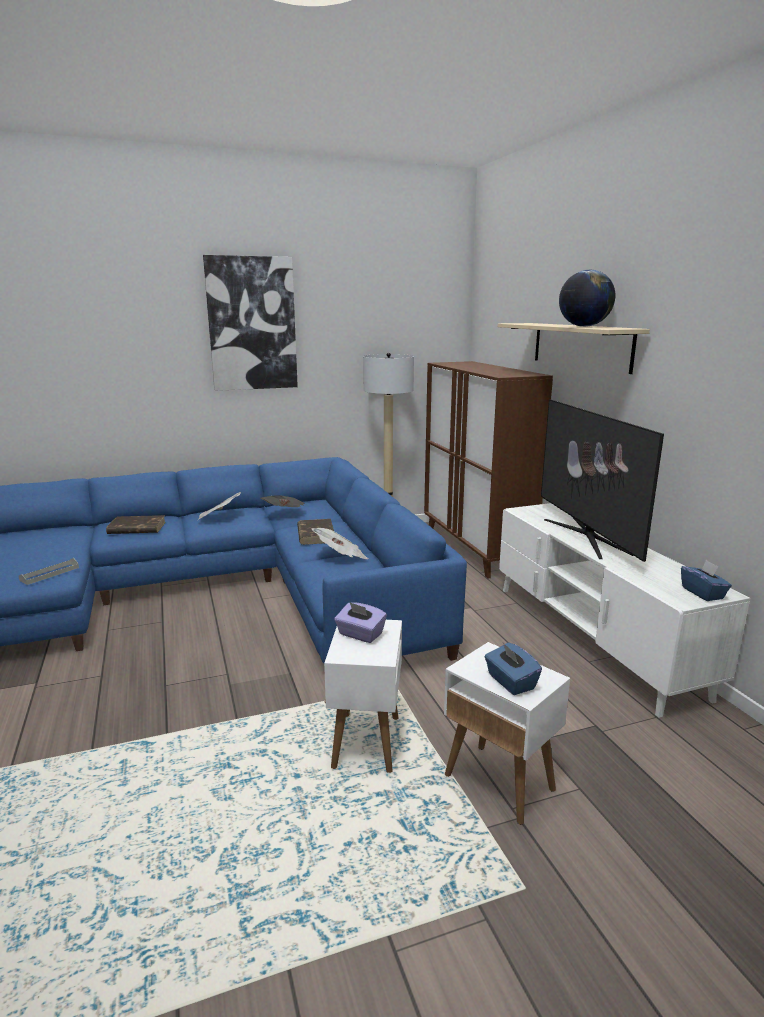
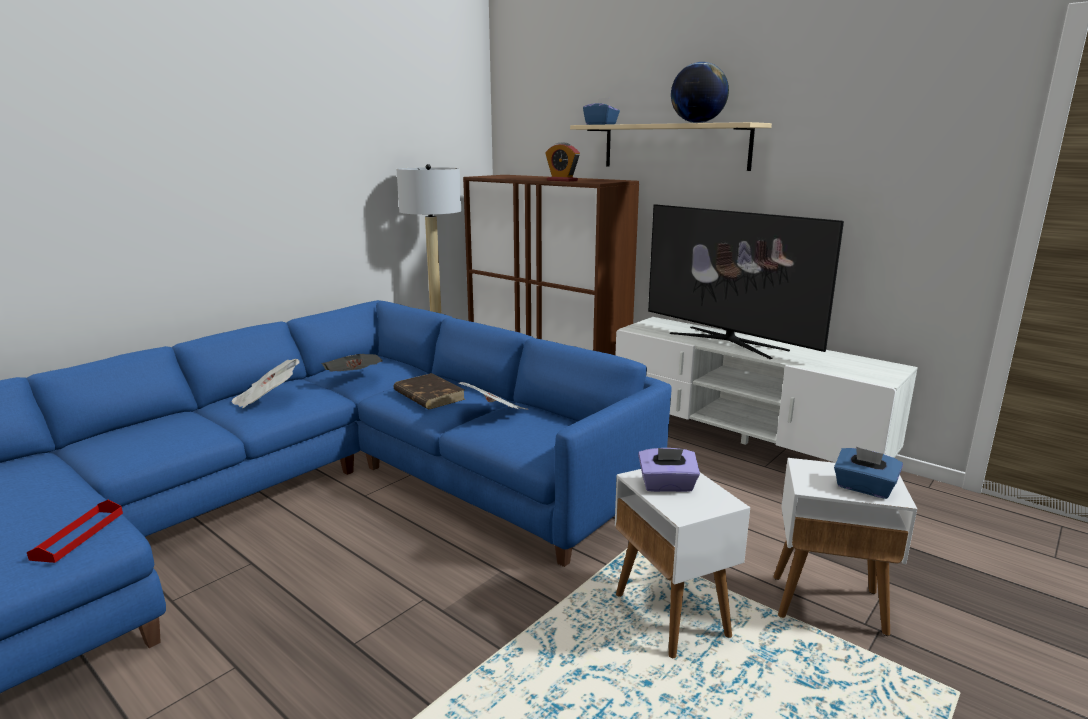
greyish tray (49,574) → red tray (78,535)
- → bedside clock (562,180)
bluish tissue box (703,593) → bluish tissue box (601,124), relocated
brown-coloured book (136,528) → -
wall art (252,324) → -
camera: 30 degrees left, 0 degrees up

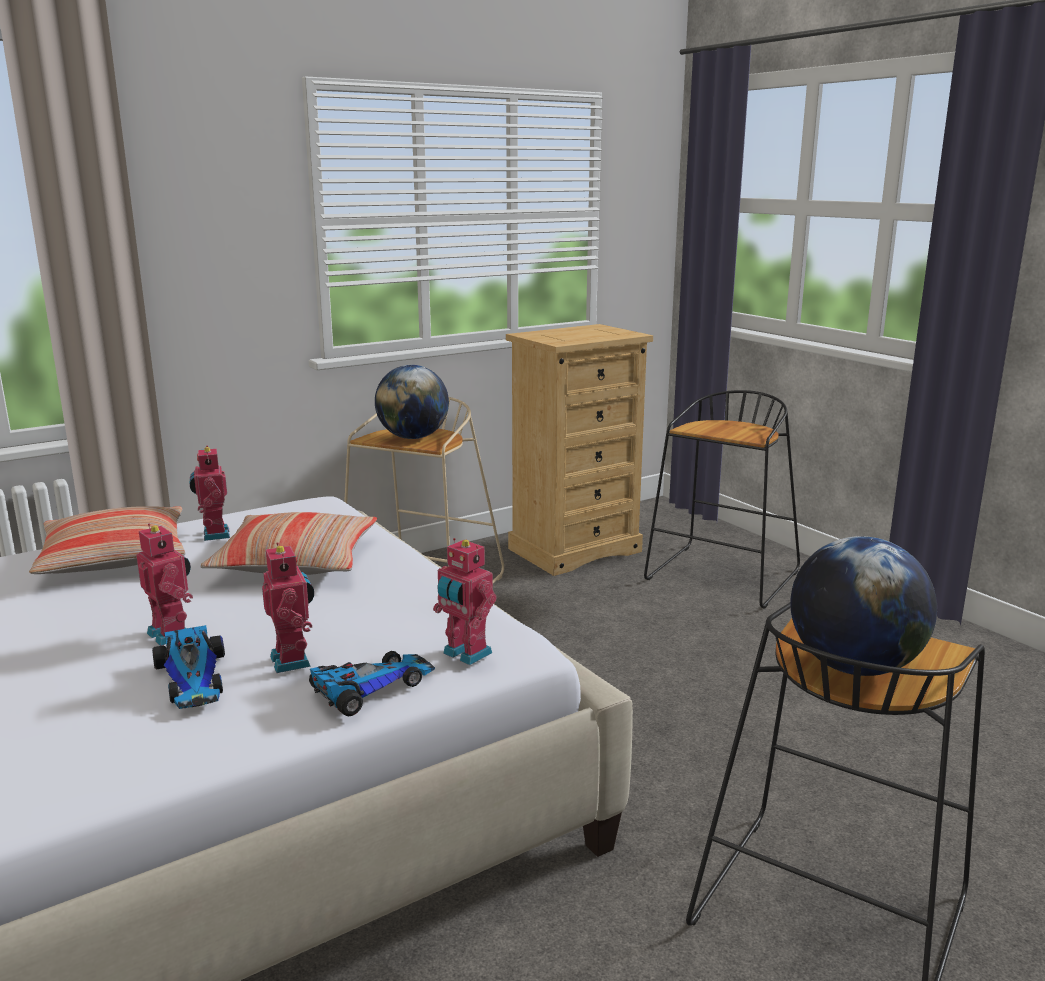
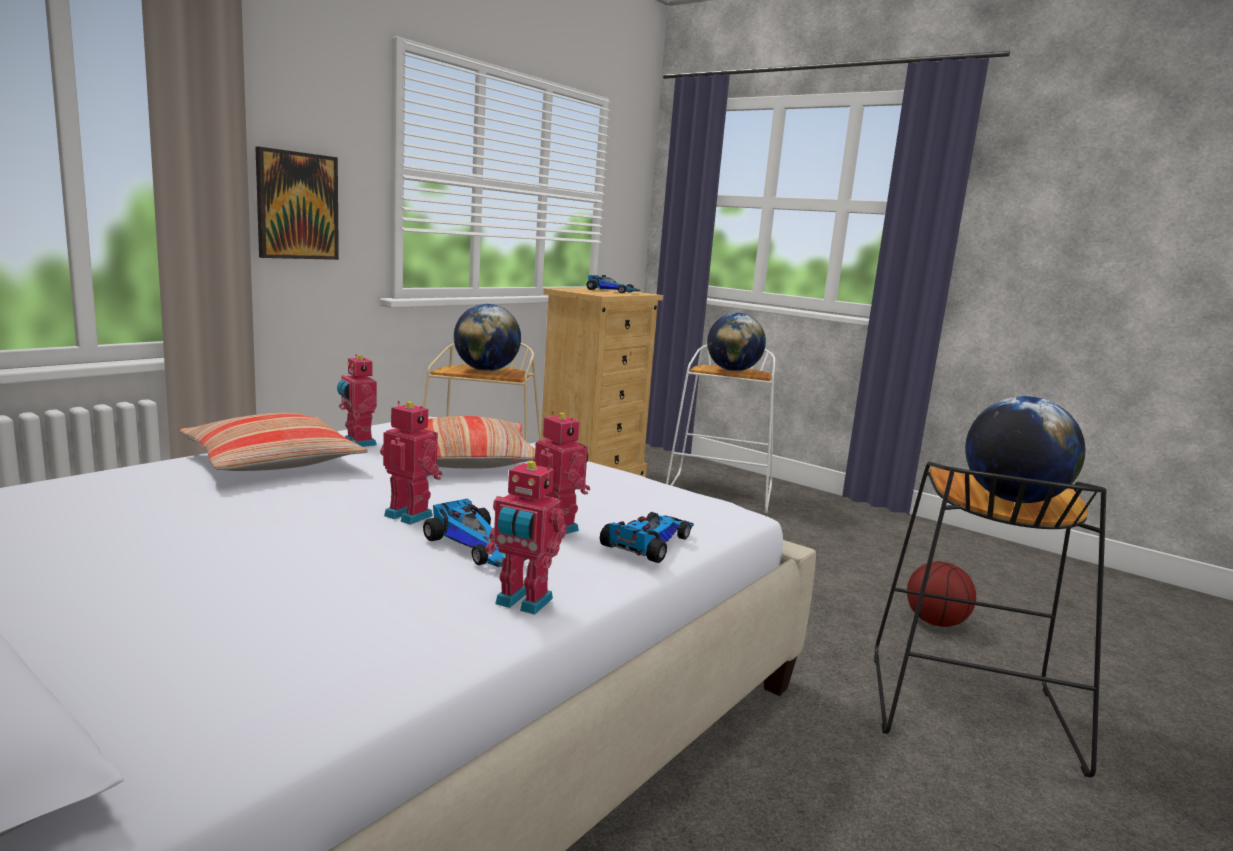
- → wall art (297,206)
model robot (465,654) → model robot (522,603), relocated
- → model car (612,291)
black-coloured stool seat (723,577) → white stool seat (720,493)
- → desk globe (733,370)
- → basketball ball (935,622)
camera: 20 degrees left, 5 degrees down

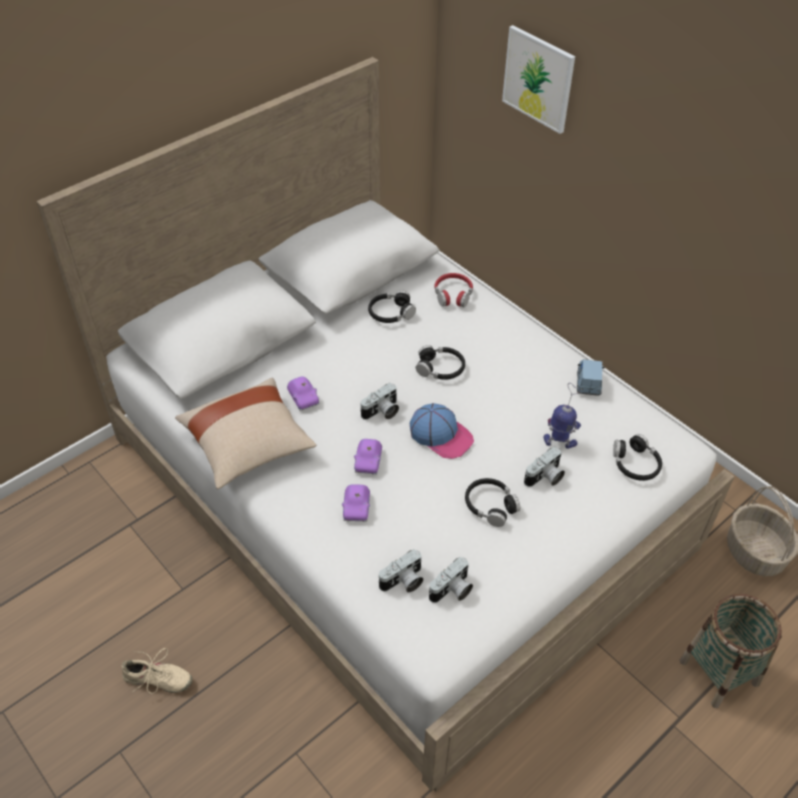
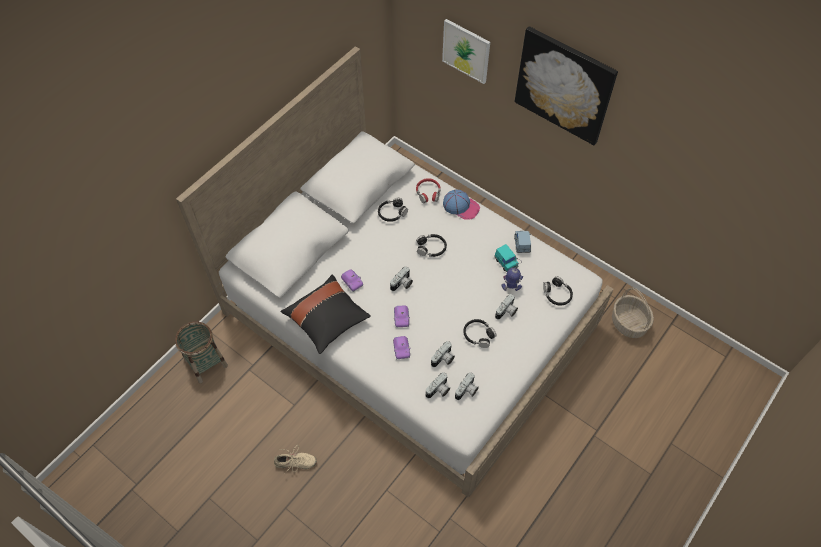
household basket (719,672) → household basket (206,363), relocated
beige-coloured throw pillow (248,445) → black-coloured throw pillow (327,320)
- → photo camera (443,359)
peaked cap (441,435) → peaked cap (461,207), relocated
- → turquoise model car (506,262)
- → wall art (564,85)
camera: 10 degrees left, 10 degrees up

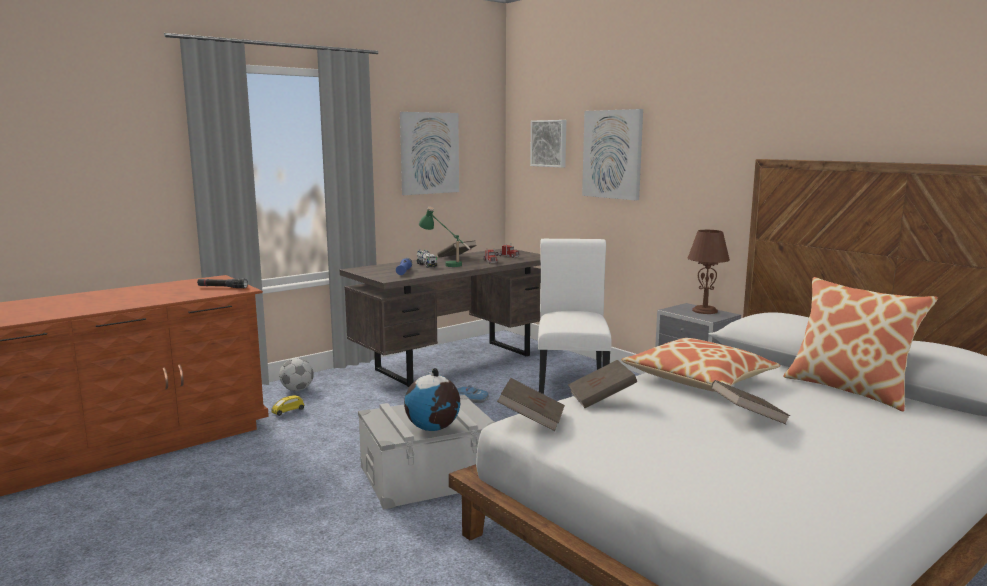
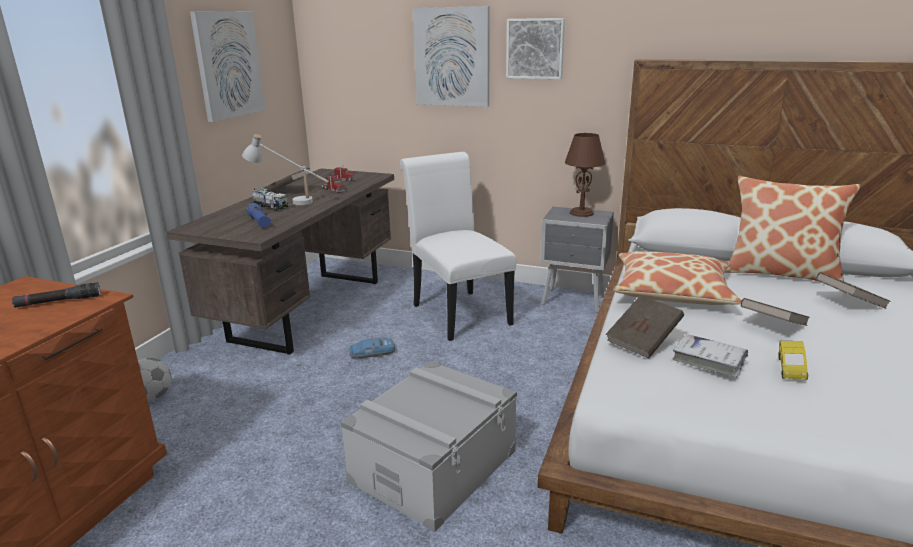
green lamp for a table (445,264) → white lamp for a table (289,201)
wall art (549,143) → wall art (535,48), relocated
- → white book (709,360)
yellow-coloured model car (288,412) → yellow-coloured model car (789,370), relocated
brown-coloured book (531,419) → brown-coloured book (848,303), relocated
desk globe (433,428) → -
camera: 30 degrees left, 10 degrees up

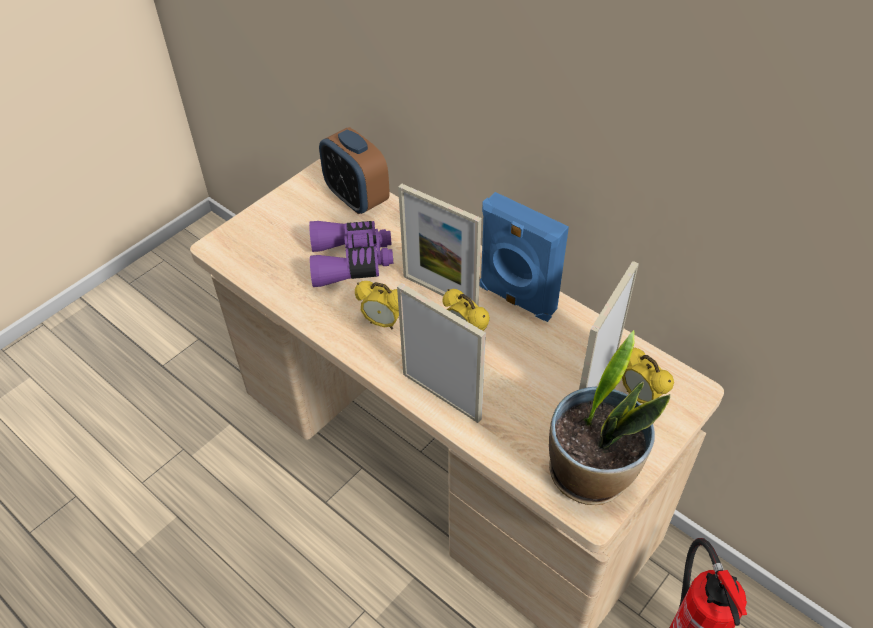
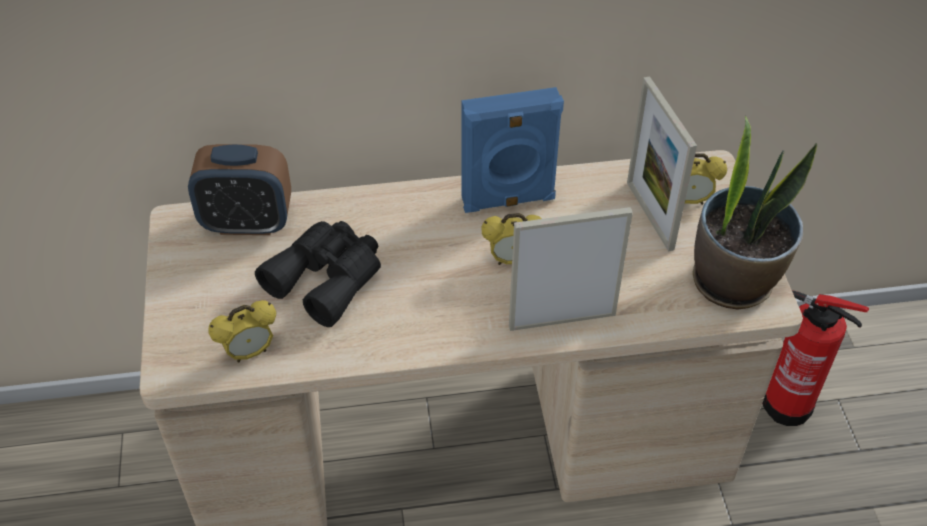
bedside clock (383,323) → bedside clock (250,352), relocated
purplish binoculars (351,261) → black-coloured binoculars (327,279)
standing frame (440,292) → -
camera: 50 degrees left, 0 degrees up

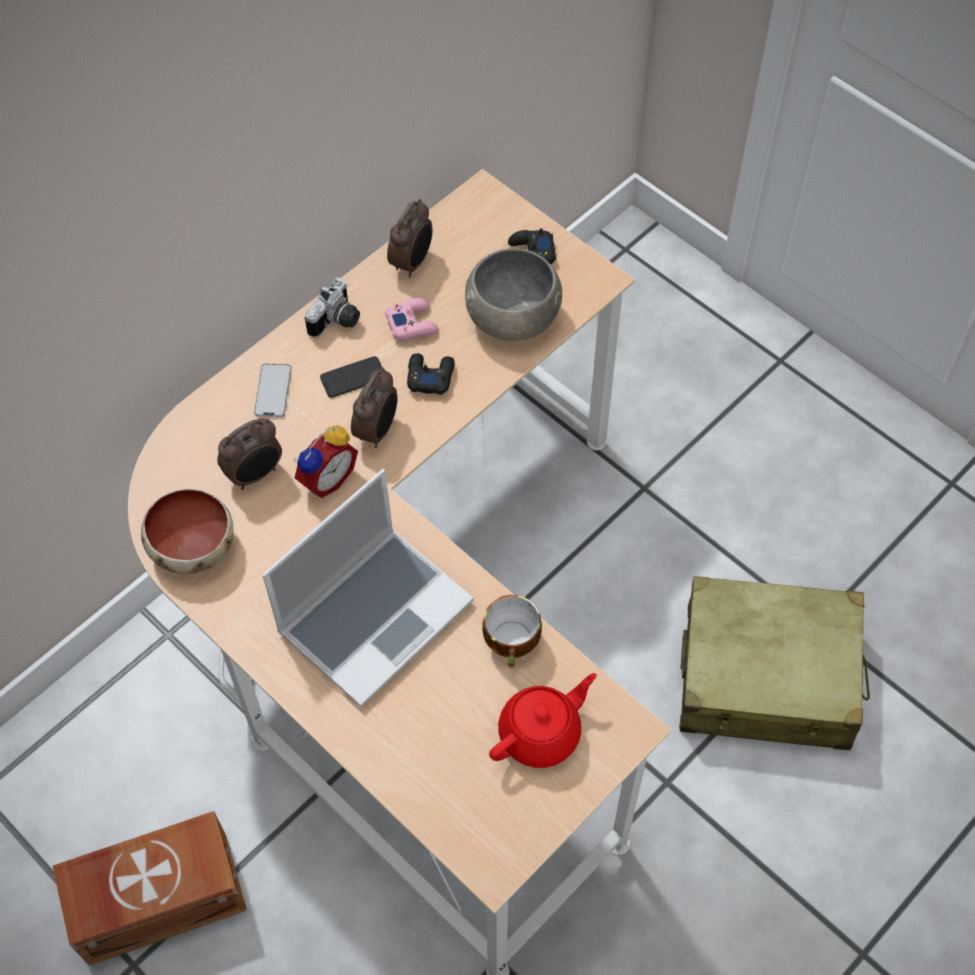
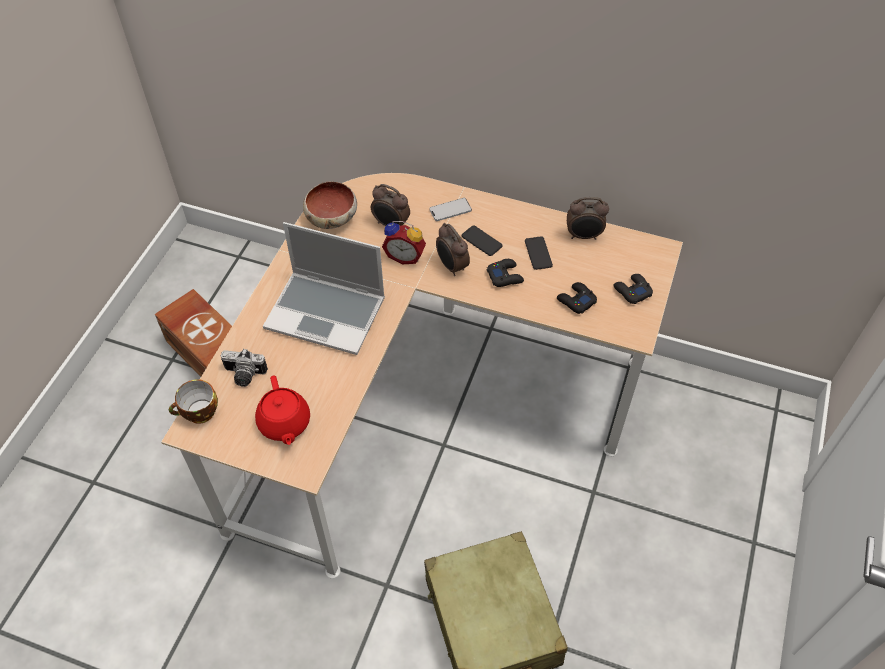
cup (513,643) → cup (199,413), relocated
photo camera (337,321) → photo camera (244,375), relocated
red teapot (541,733) → red teapot (284,423), 45 degrees clockwise
bedside clock (378,430) → bedside clock (451,266), 60 degrees clockwise
pink joypad (412,323) → telephone (538,253)
greyish serving bowl (513,318) → black-coloured joypad (576,301)
camera: 65 degrees right, 5 degrees down

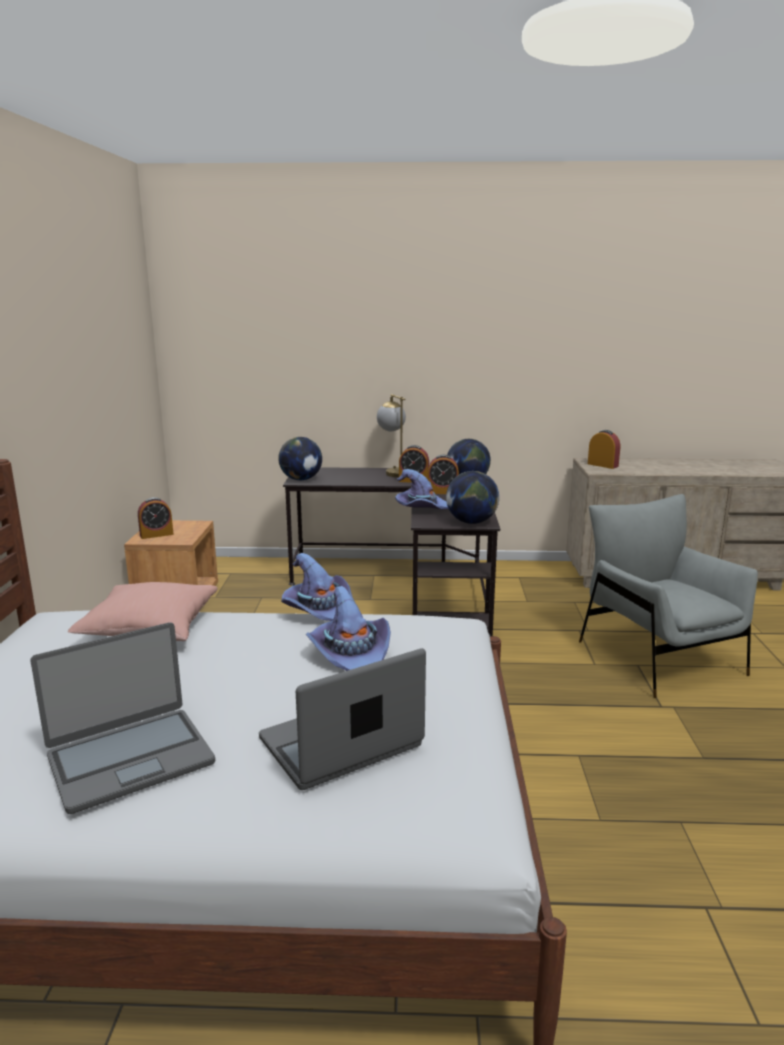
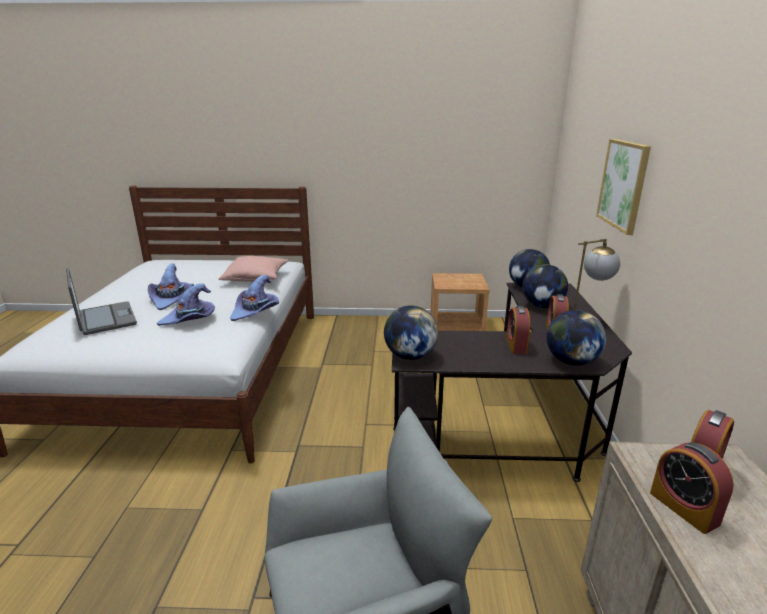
purplish hat (423,508) → purplish hat (171,299), relocated
- → desk globe (542,306)
- → wall art (623,184)
bedside clock (156,534) → bedside clock (683,508), relocated
laptop (130,759) → -
camera: 90 degrees right, 5 degrees up

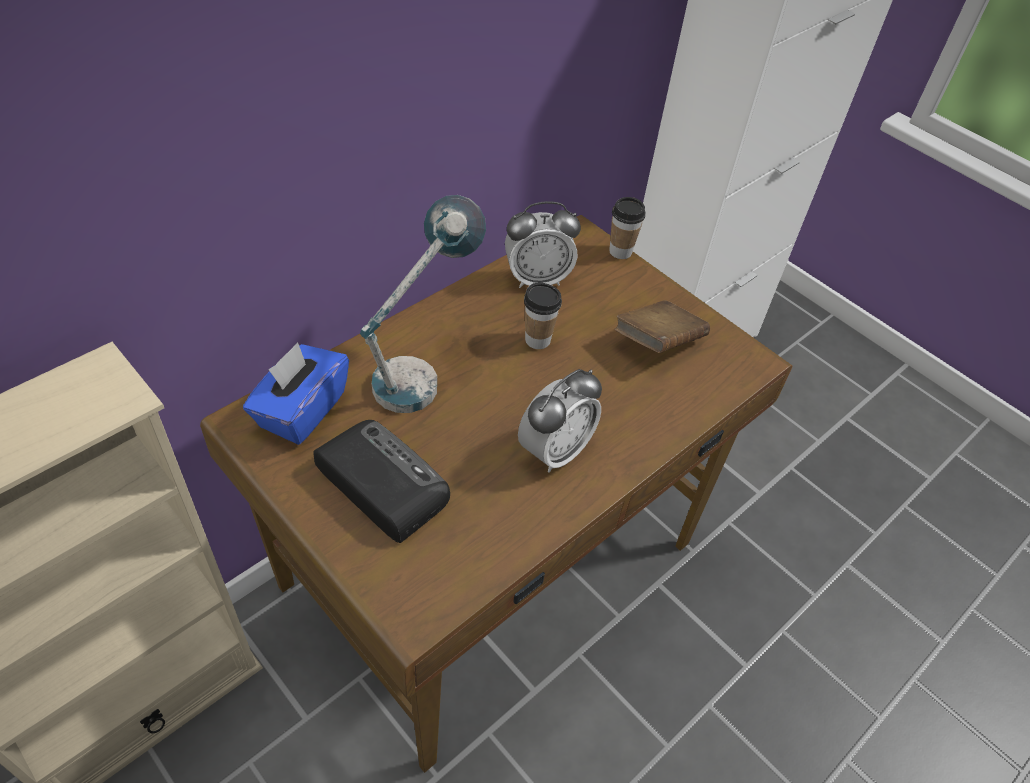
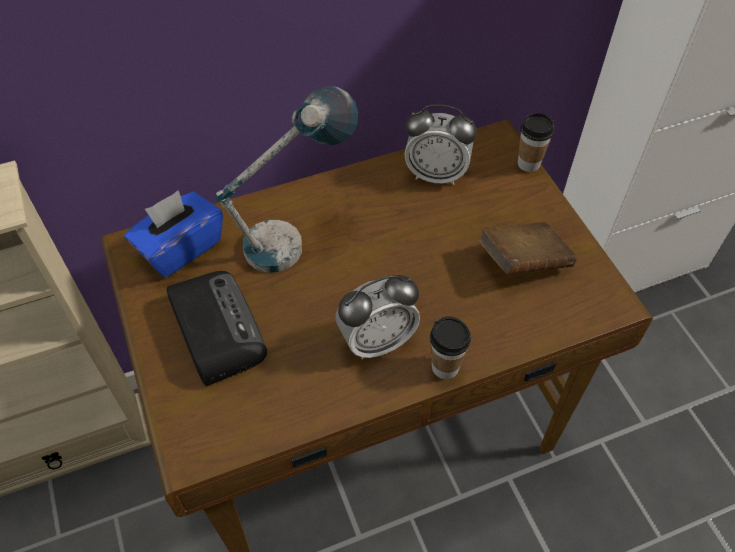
cup (537,340) → cup (445,367), relocated
camera: 25 degrees right, 5 degrees up

